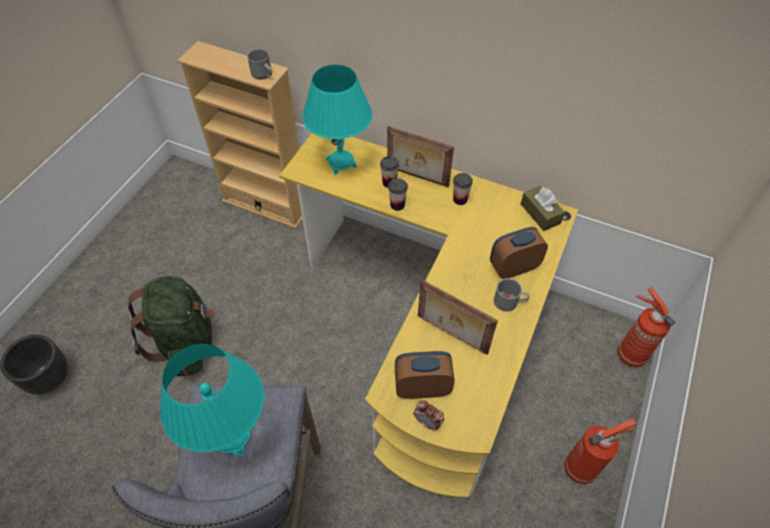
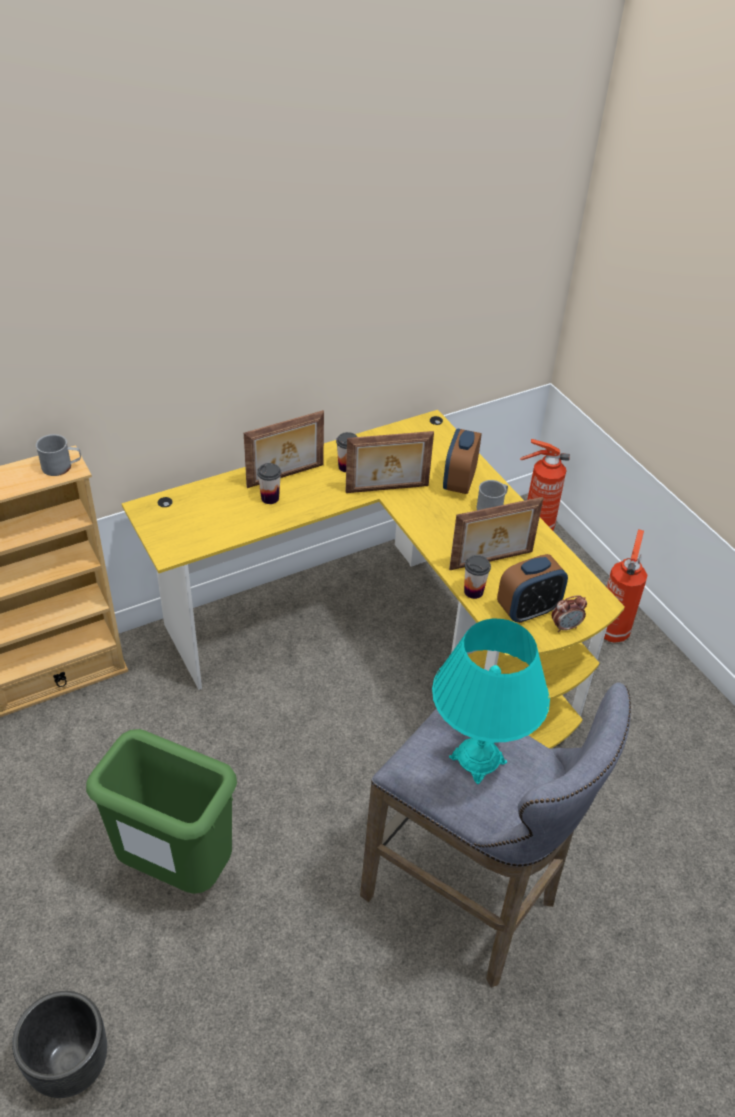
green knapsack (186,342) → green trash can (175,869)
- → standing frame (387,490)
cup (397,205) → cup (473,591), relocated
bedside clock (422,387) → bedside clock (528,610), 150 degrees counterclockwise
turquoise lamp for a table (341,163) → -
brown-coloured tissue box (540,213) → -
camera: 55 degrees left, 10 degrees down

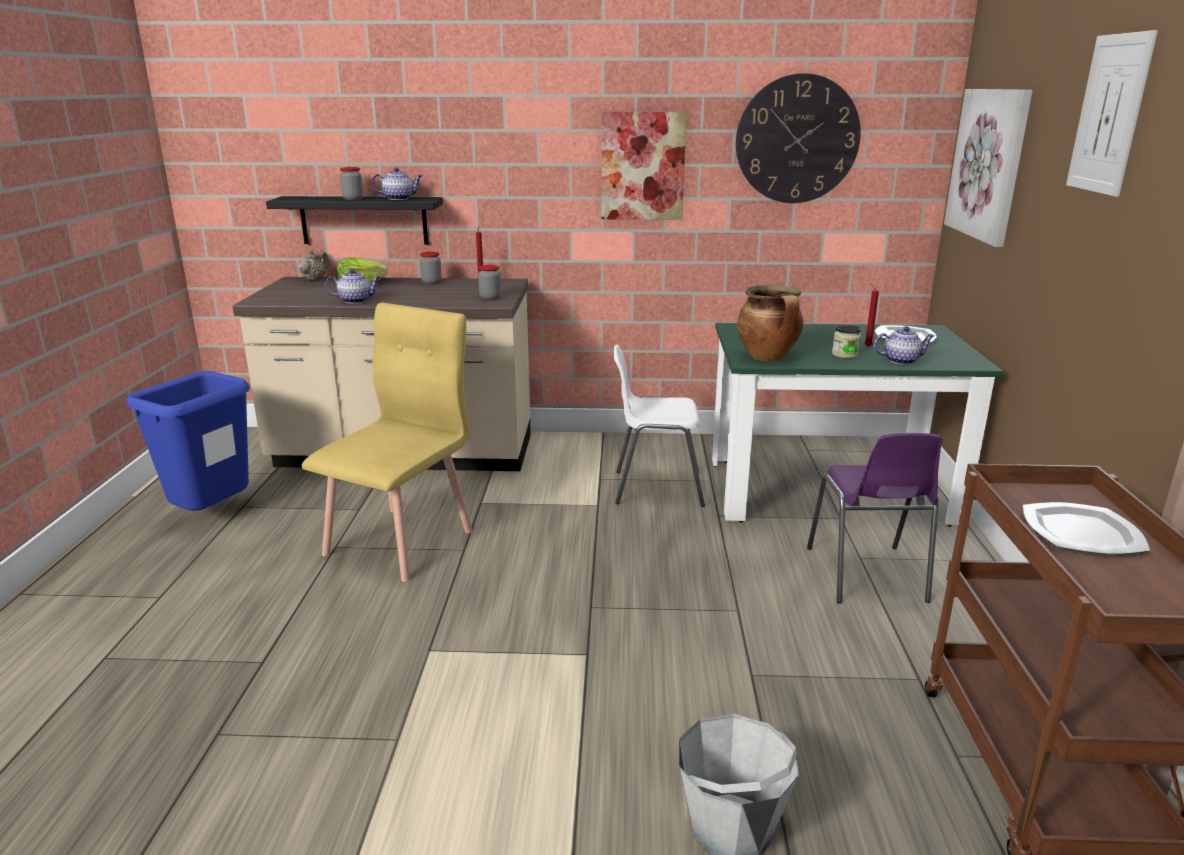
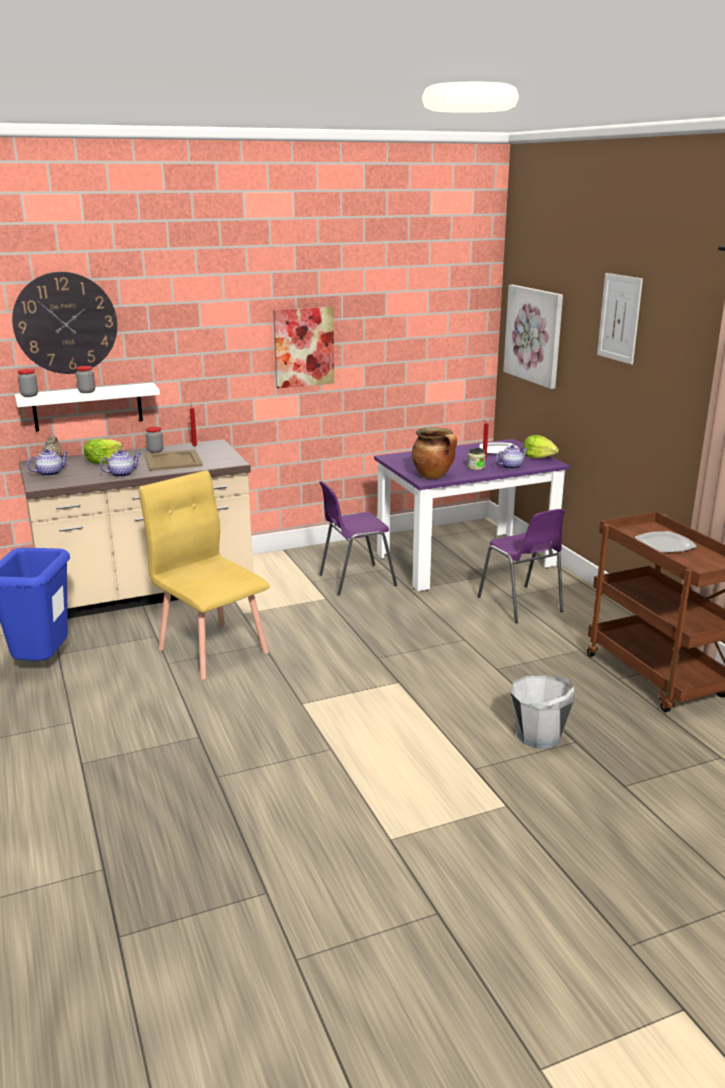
wall clock (797,139) → wall clock (65,323), relocated
black-coloured shelf (364,220) → white shelf (88,407)
preserve jar (490,297) → preserve jar (29,395), relocated
teapot (399,198) → teapot (50,473), relocated
yellow-coloured plain chair (401,542) → yellow-coloured plain chair (213,650), 45 degrees counterclockwise
- → beige-coloured tray (172,461)
white plain chair (655,488) → purplish plain chair (355,580)
green dinner table (828,491) → purplish dinner table (465,561)
- → lettuce head (538,457)
camera: 25 degrees left, 0 degrees up

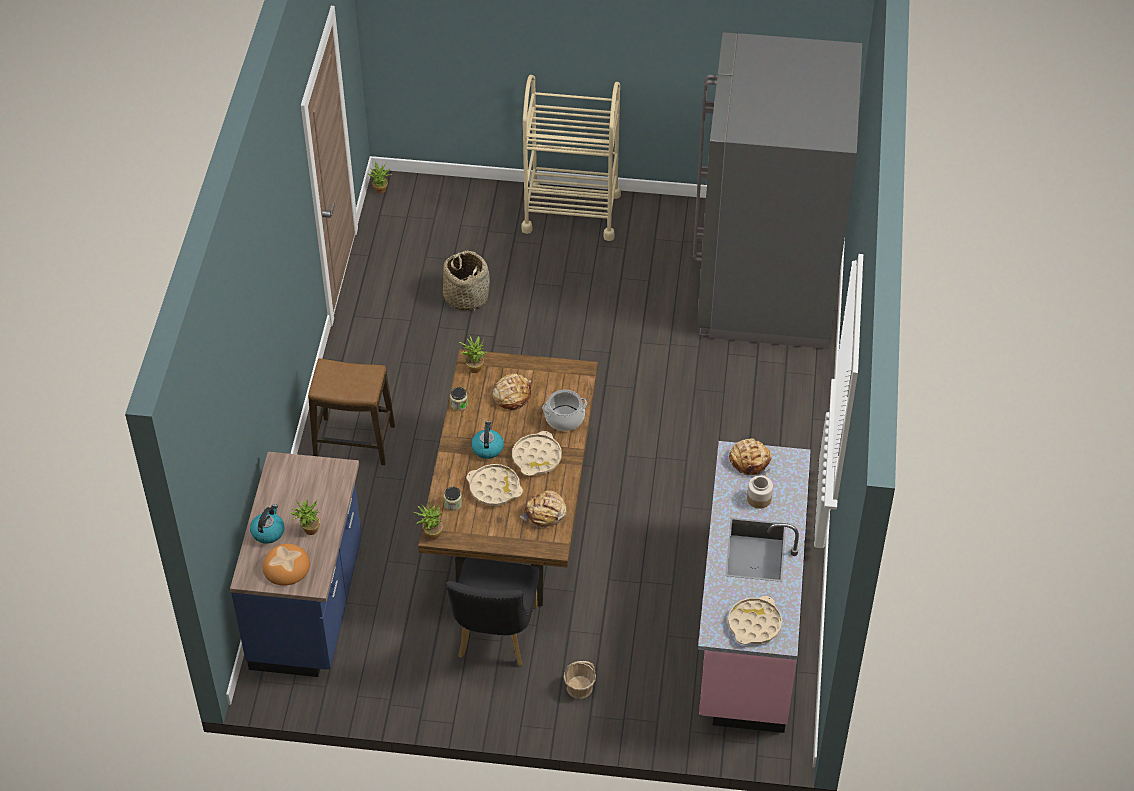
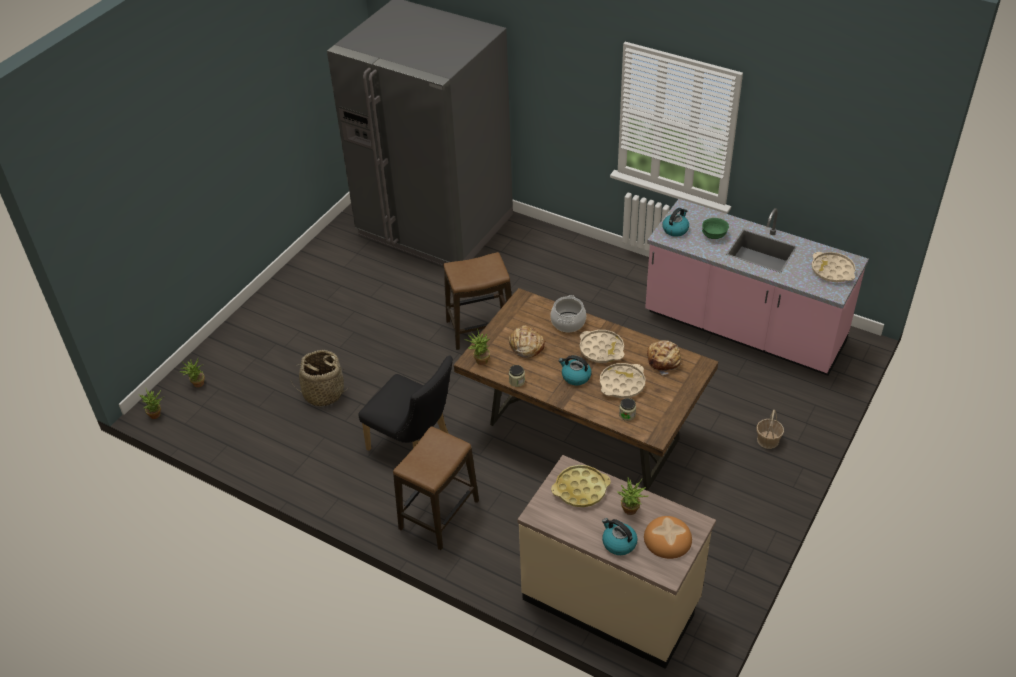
houseplant (430,534) → houseplant (197,385), relocated
black-coloured plain chair (495,637) → black-coloured plain chair (414,445), relocated
- → stool seat (480,329)
bluish kitchen base unit (309,606) → beige-coloured kitchen base unit (611,600)
- → yellow-coloured tray (581,489)
bakery bread (750,461) → tea kettle (675,229)
preserve jar (758,499) → green serving bowl (714,235)
beige-coloured wheeled cart (571,212) → -
camera: 65 degrees left, 5 degrees down

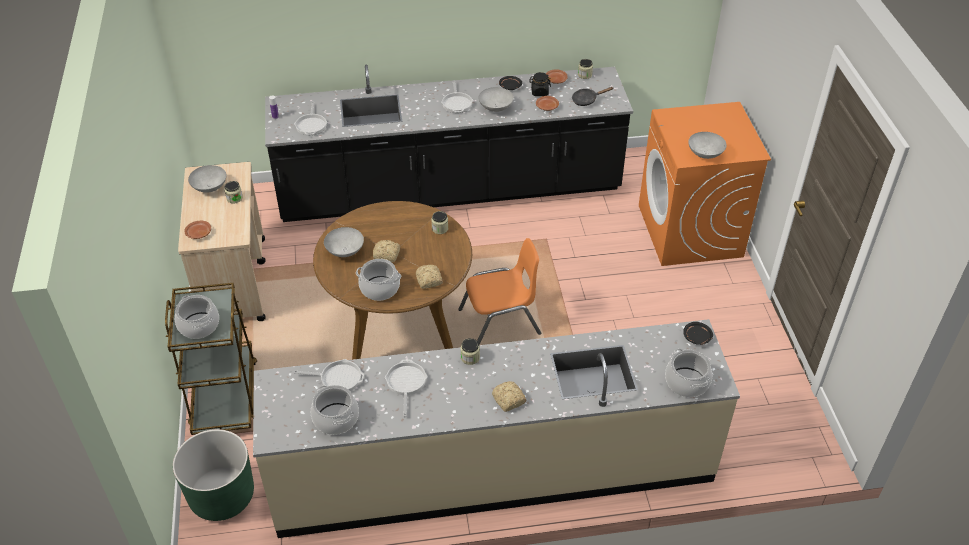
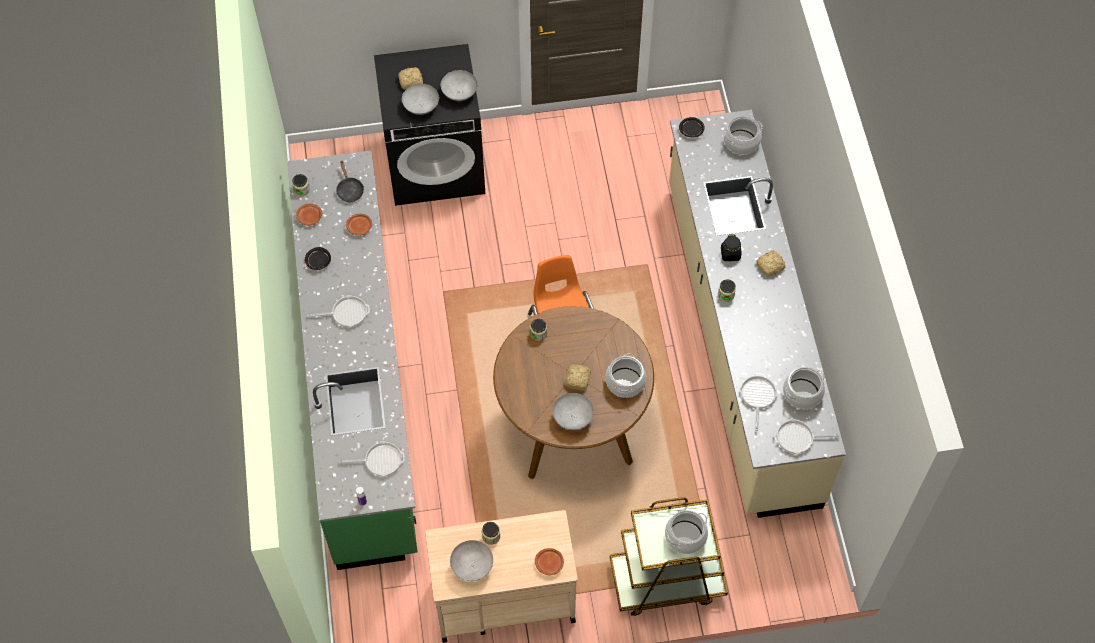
black-coloured kitchen base unit (450,192) → green kitchen base unit (361,384)
orange laundry appliance (690,231) → black-coloured laundry appliance (436,164)
bakery bread (428,281) → bakery bread (411,81), relocated
greyish serving bowl (495,108) → greyish serving bowl (421,107), relocated
black-coloured preserve jar (539,92) → black-coloured preserve jar (730,254), relocated
frying pan (406,383) → frying pan (797,438), relocated
green planter (222,496) → -
camera: 90 degrees left, 15 degrees up

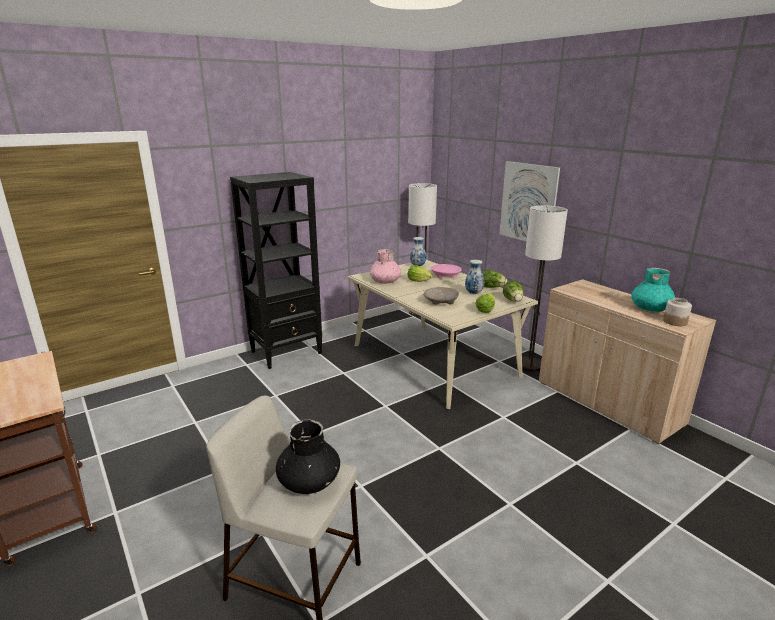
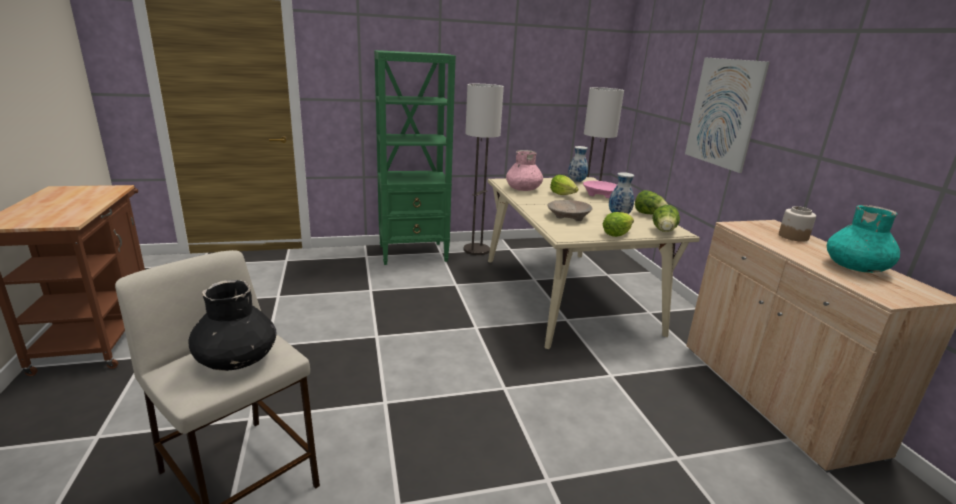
black-coloured bookcase (287,352) → green bookcase (414,253)
floor lamp (530,365) → floor lamp (476,250), relocated
preserve jar (674,322) → preserve jar (793,236), relocated
camera: 20 degrees right, 0 degrees up

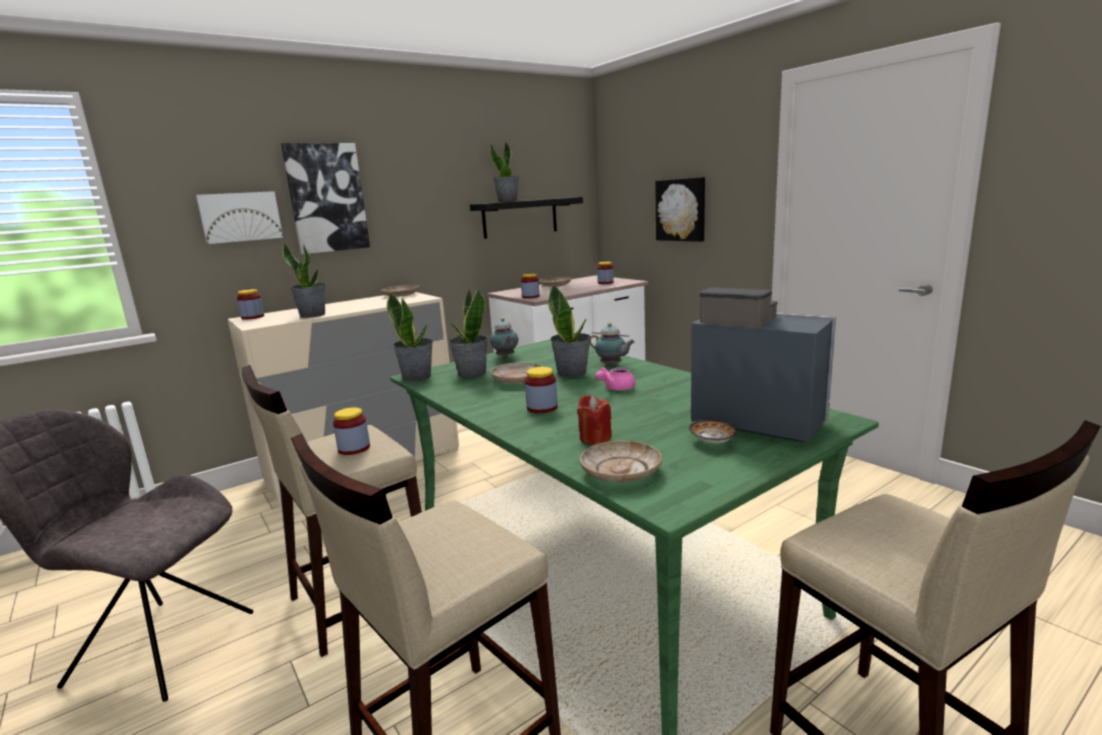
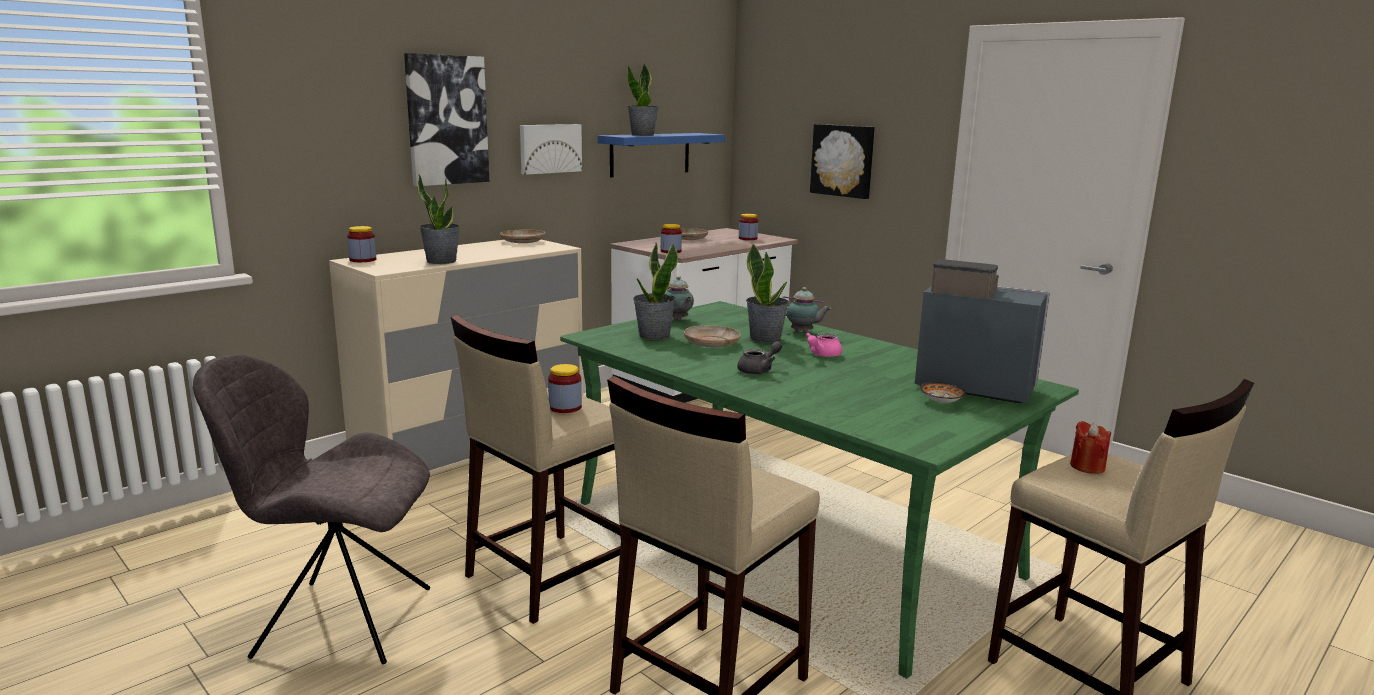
wall art (240,217) → wall art (549,148), relocated
black-coloured shelf (520,217) → bluish shelf (650,154)
preserve jar (542,408) → greyish teapot (759,370)
red wax light (595,438) → red wax light (1087,467), relocated
houseplant (417,376) → -
beige-coloured plate (620,471) → -
camera: 10 degrees left, 0 degrees up

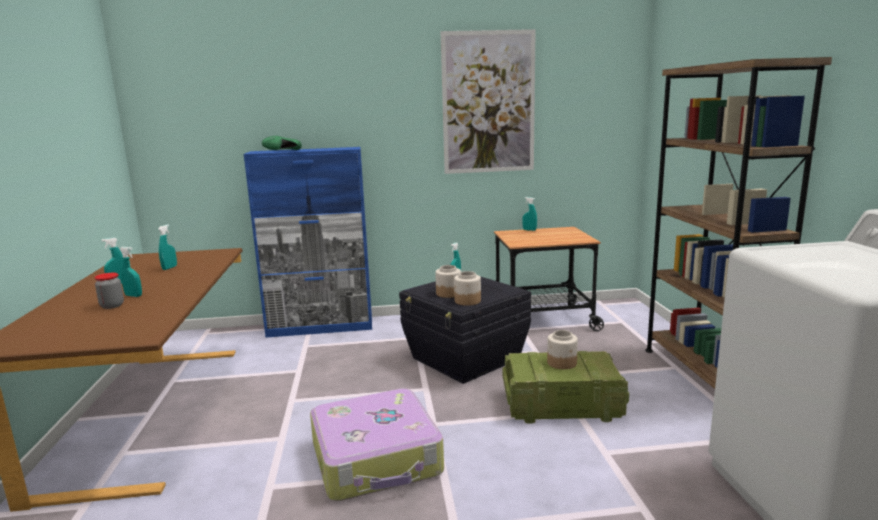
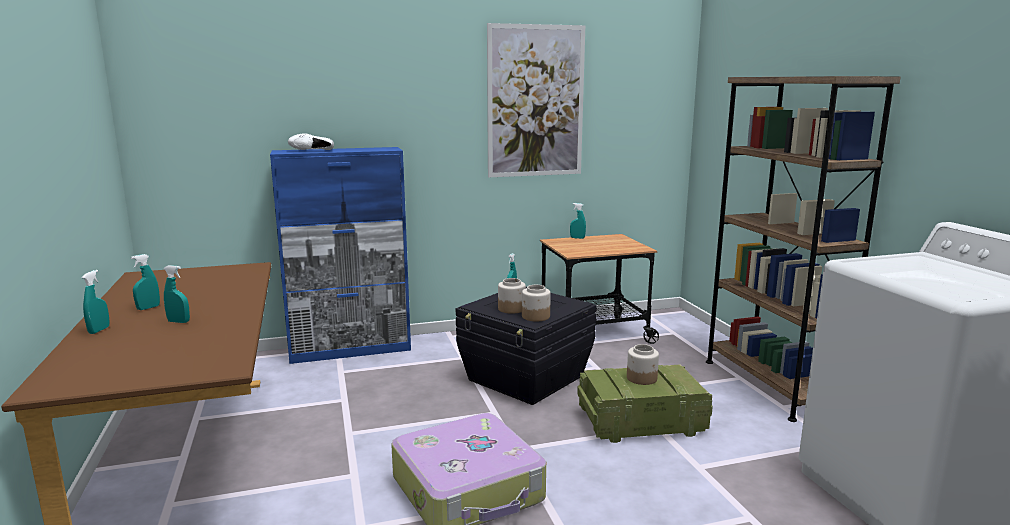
turquoise spray bottle (169,268) → turquoise spray bottle (99,330), relocated
green low shoe (282,151) → white low shoe (312,151)
preserve jar (112,306) → -
camera: 10 degrees left, 0 degrees up

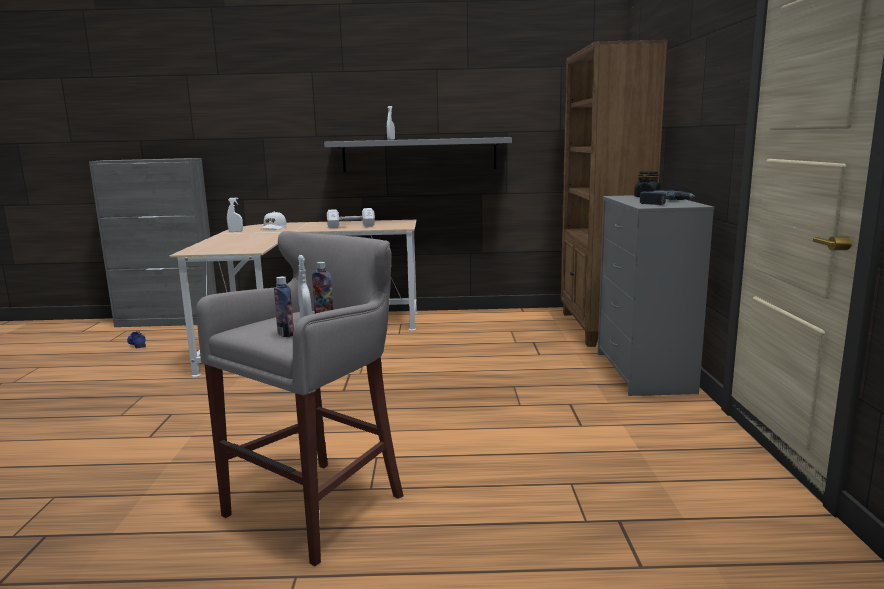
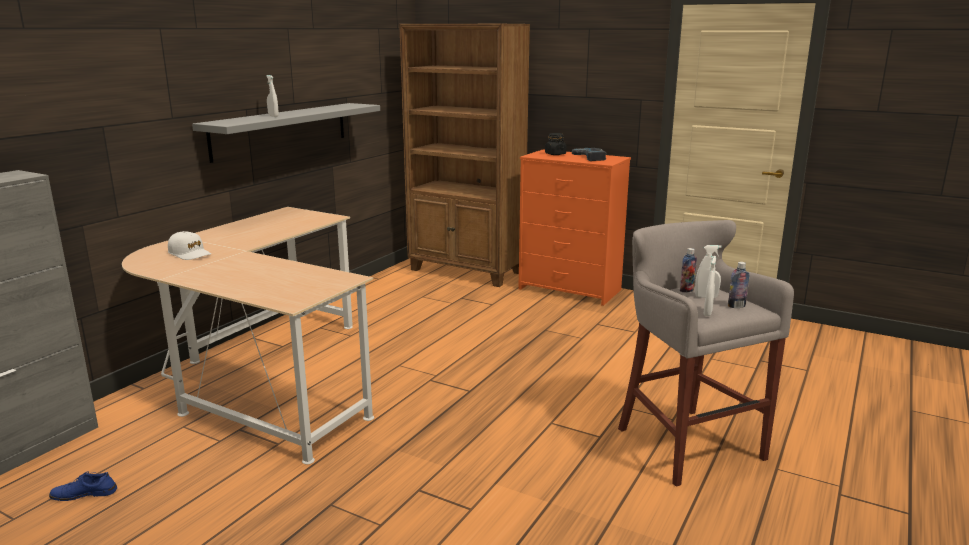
greyish dresser (644,372) → orange dresser (570,289)
white spray bottle (235,231) → white spray bottle (707,313), relocated
white hand weight (351,226) → -
camera: 60 degrees left, 5 degrees up

